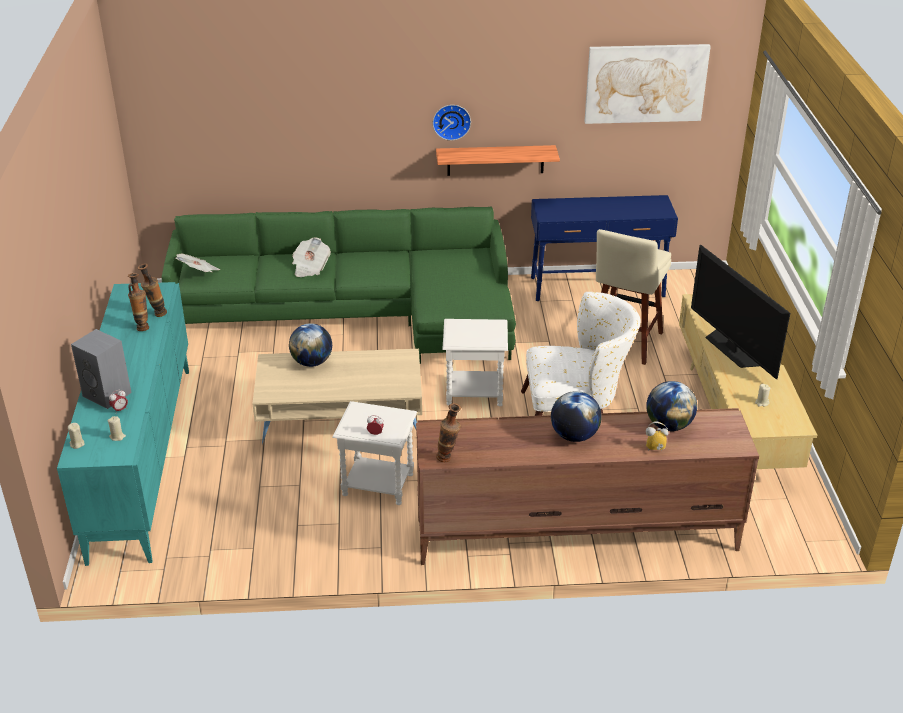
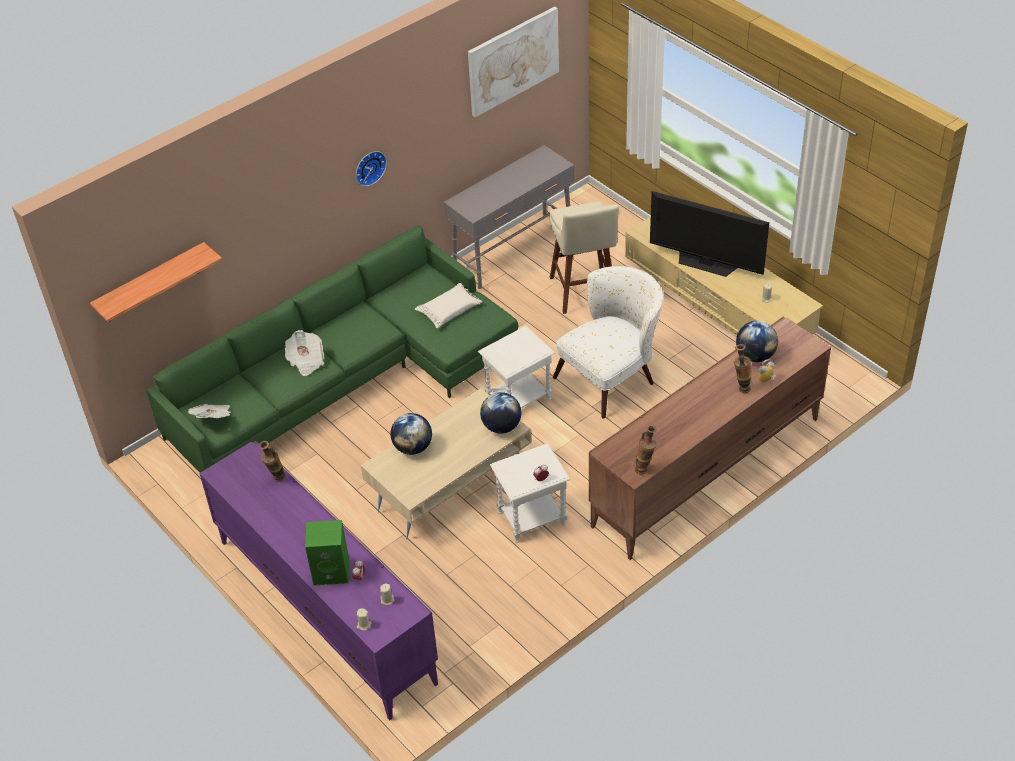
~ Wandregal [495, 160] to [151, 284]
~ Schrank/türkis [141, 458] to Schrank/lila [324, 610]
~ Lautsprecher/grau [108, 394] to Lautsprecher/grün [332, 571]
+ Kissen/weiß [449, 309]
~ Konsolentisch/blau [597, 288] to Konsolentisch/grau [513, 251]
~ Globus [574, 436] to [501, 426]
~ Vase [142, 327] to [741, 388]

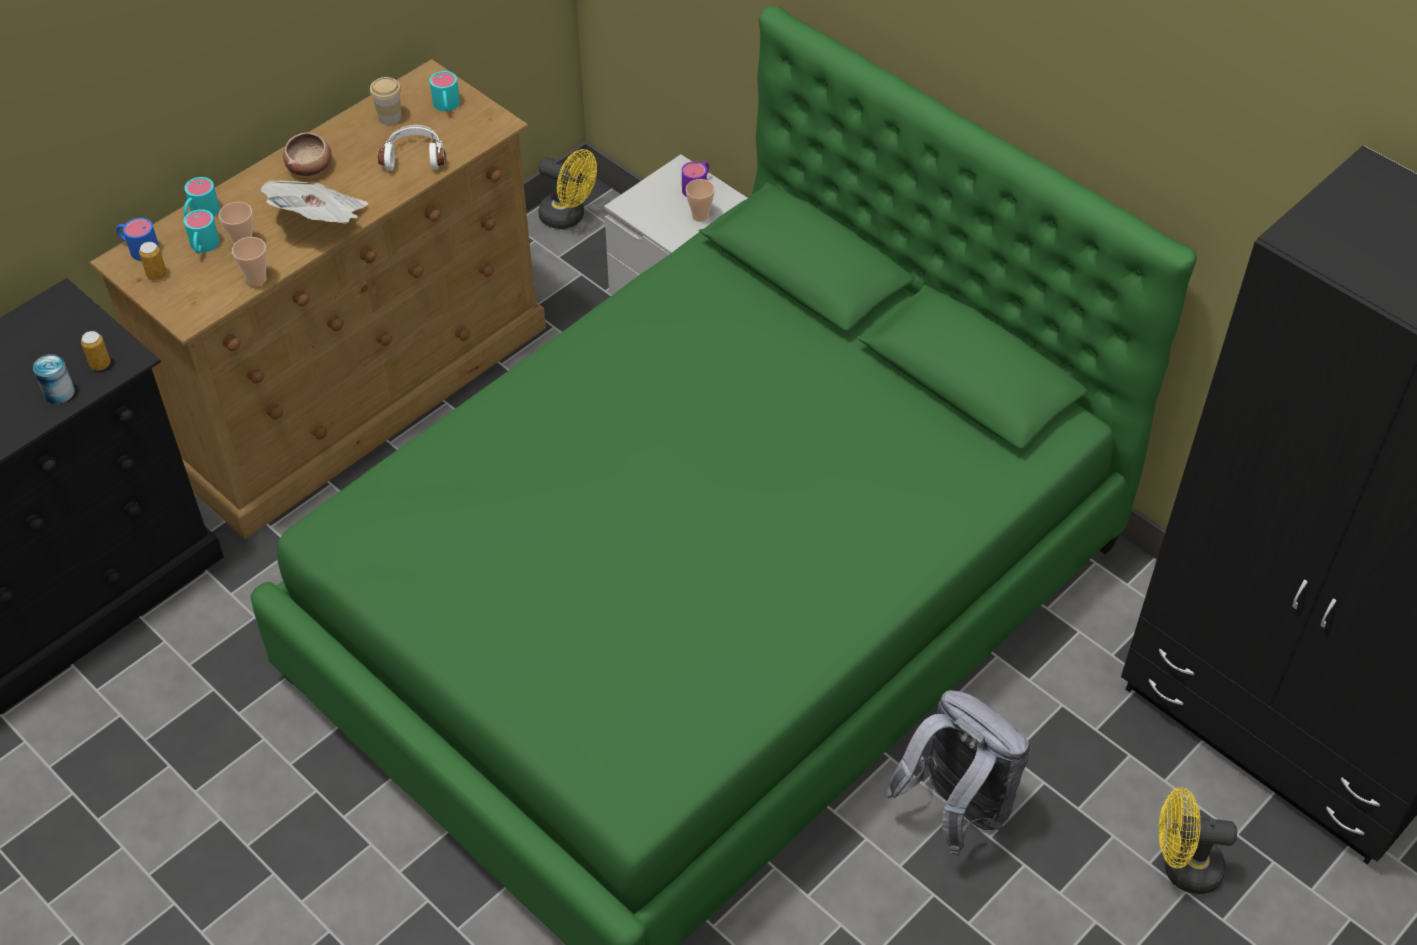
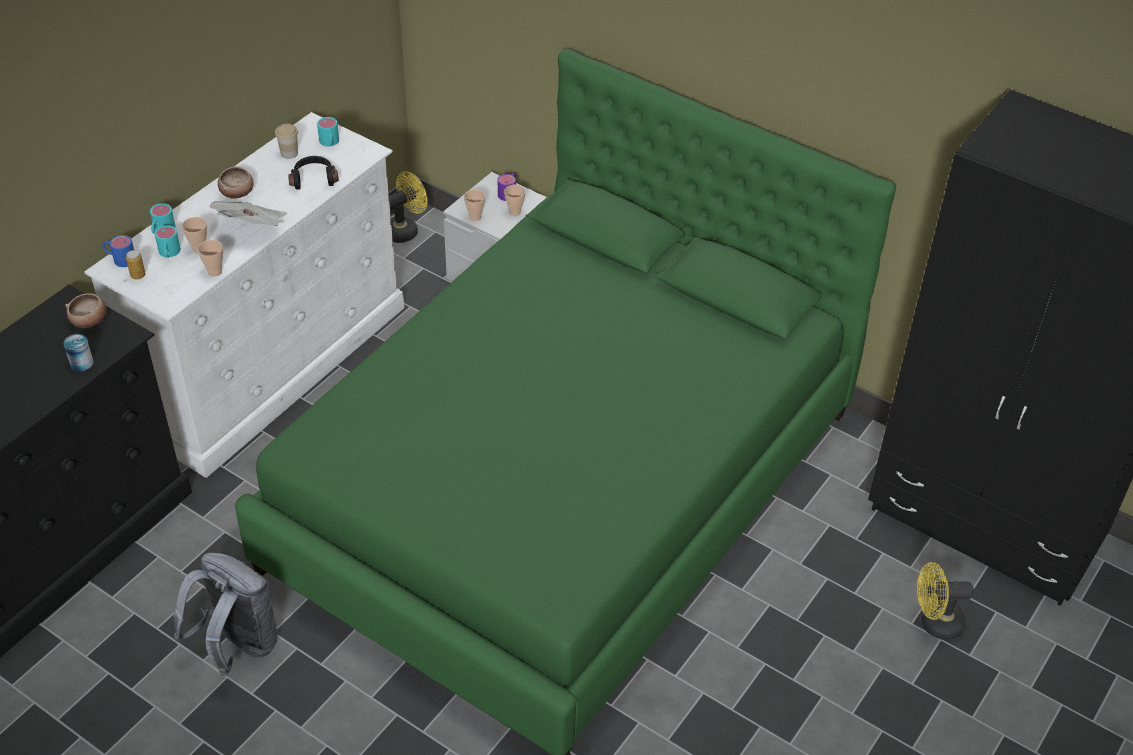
+ Schüssel [90, 320]
~ Kommode/braun [362, 393] to Kommode/weiß [275, 366]
~ Rucksack/grau [955, 809] to [237, 646]
~ Kopfhörer/weiß [414, 156] to Kopfhörer/schwarz [313, 178]
~ Ventilator/gelb [568, 217] = [405, 230] 60 degrees counterclockwise
+ Tasse [475, 217]
- Dose [100, 364]

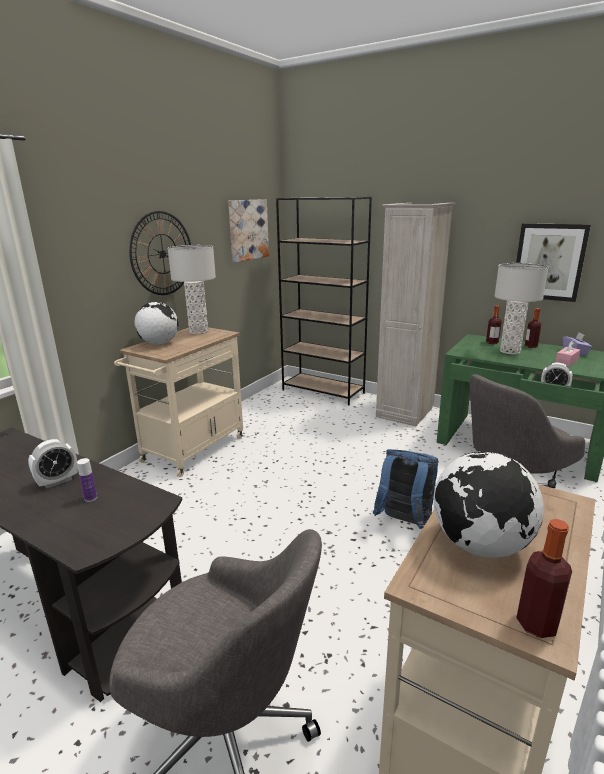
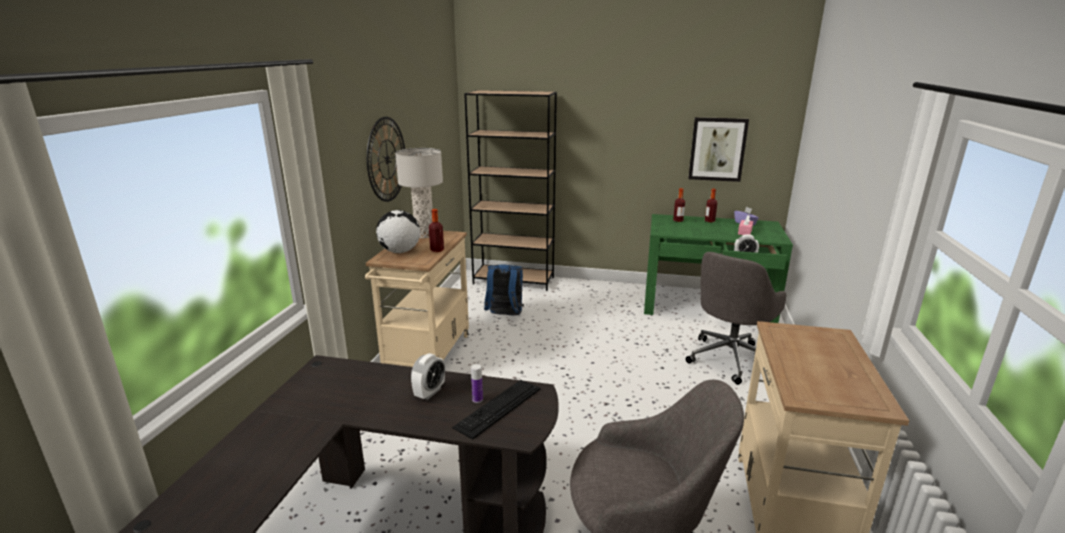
~ Flasche [536, 624] to [437, 250]
+ Tastatur [498, 407]
~ Rucksack/blau [404, 522] to [504, 316]
- Bild [248, 230]
- Schrank/beige [405, 412]
- Globus [480, 545]
- Tischlampe/weiß [509, 351]

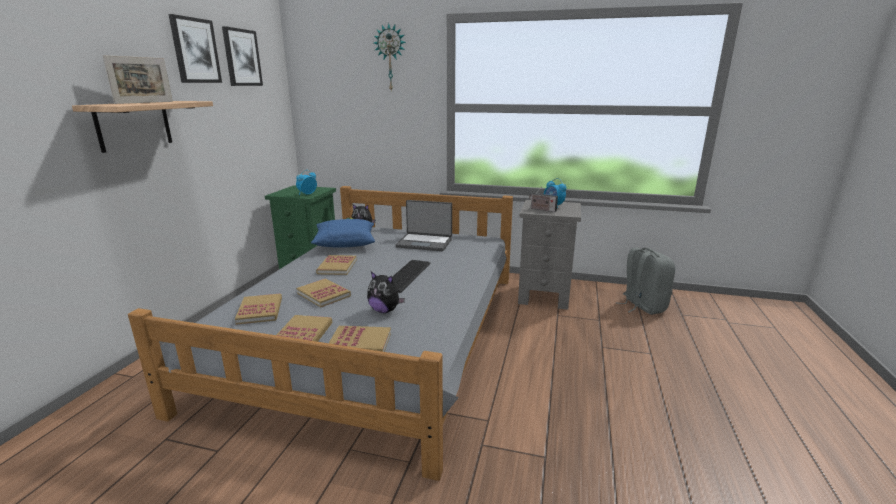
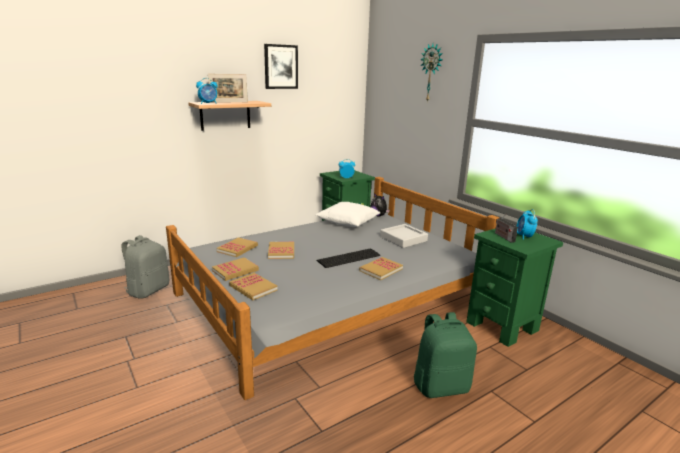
~ Rucksack/grau [642, 306] to [148, 290]
+ Wecker [208, 103]
~ Kissen/blau [345, 244] to Kissen/weiß [348, 222]
~ Buch [337, 266] to [381, 270]
~ Laptop [424, 243] to Tablett/grau [403, 239]
+ Rucksack/grün [441, 386]
~ Nachttisch/grau [545, 296] to Nachttisch/grün [502, 327]
- Bild [242, 57]
- Plüschtier [385, 310]

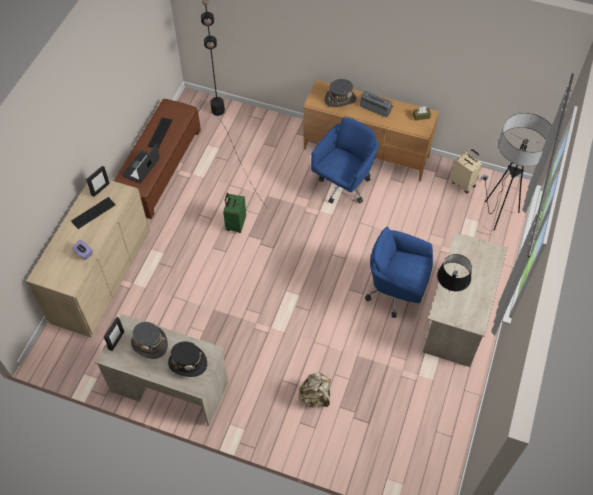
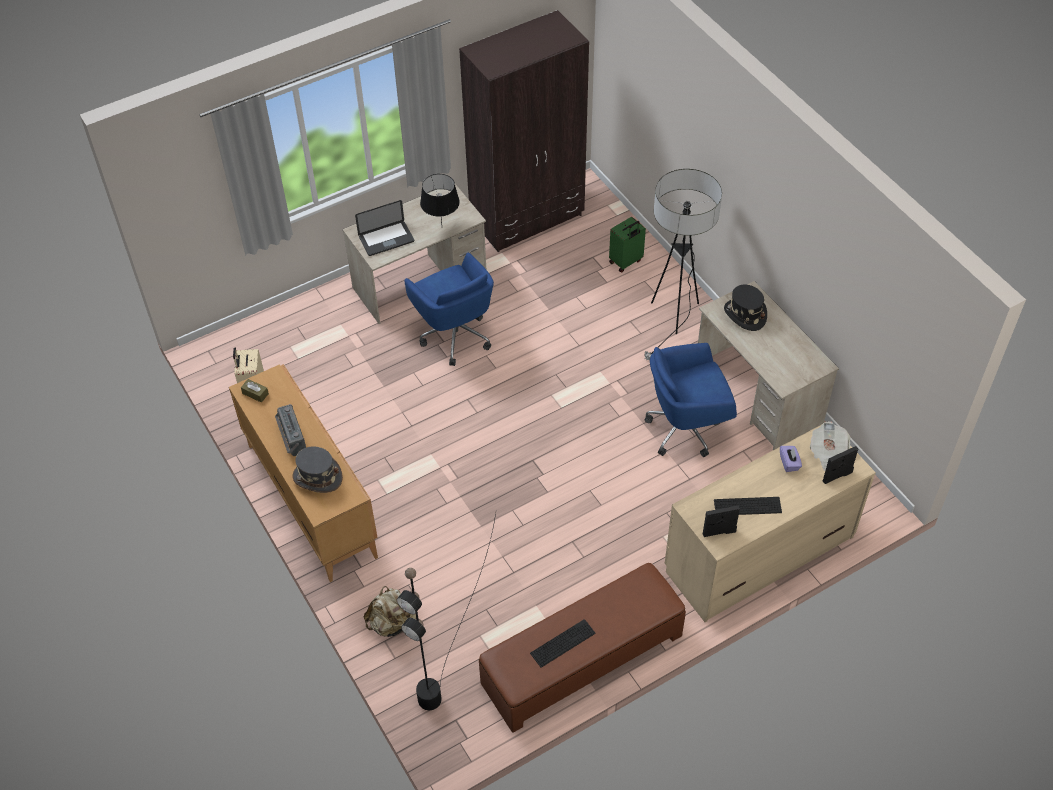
~ Laptop [141, 167] to [386, 239]
~ Rucksack/beige [315, 396] to [392, 624]
+ Kleiderschrank/braun [528, 219]
~ Koffer/grün [235, 224] to [626, 262]
~ Stehlampe [497, 214] to [674, 318]
~ Bürostuhl/blau [343, 188] to [686, 429]
+ Zeitung [828, 454]
~ Bilderrahmen [116, 340] to [837, 477]
- Hut/grau [150, 343]

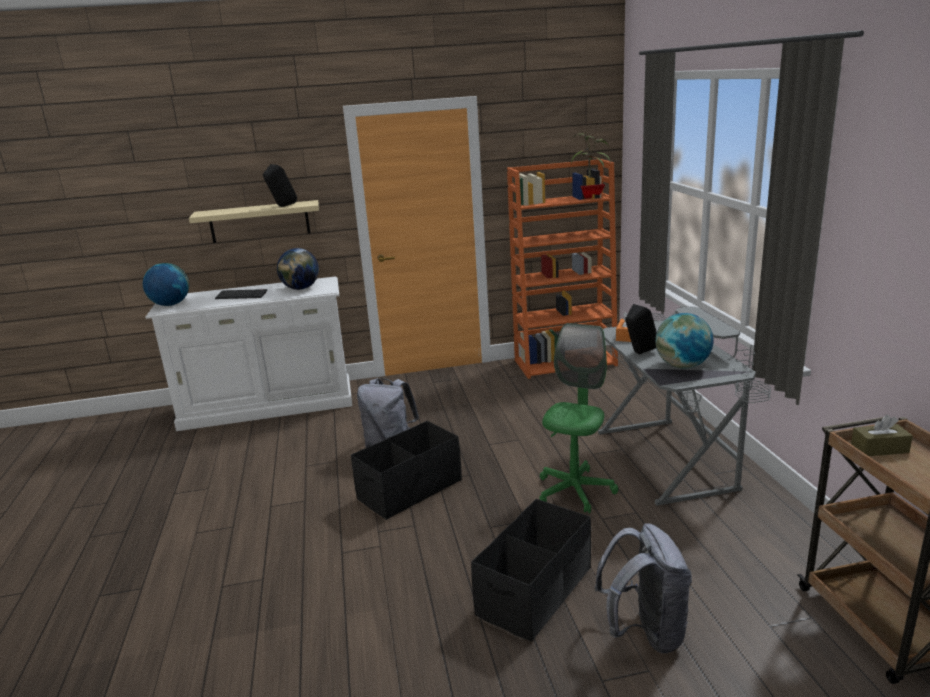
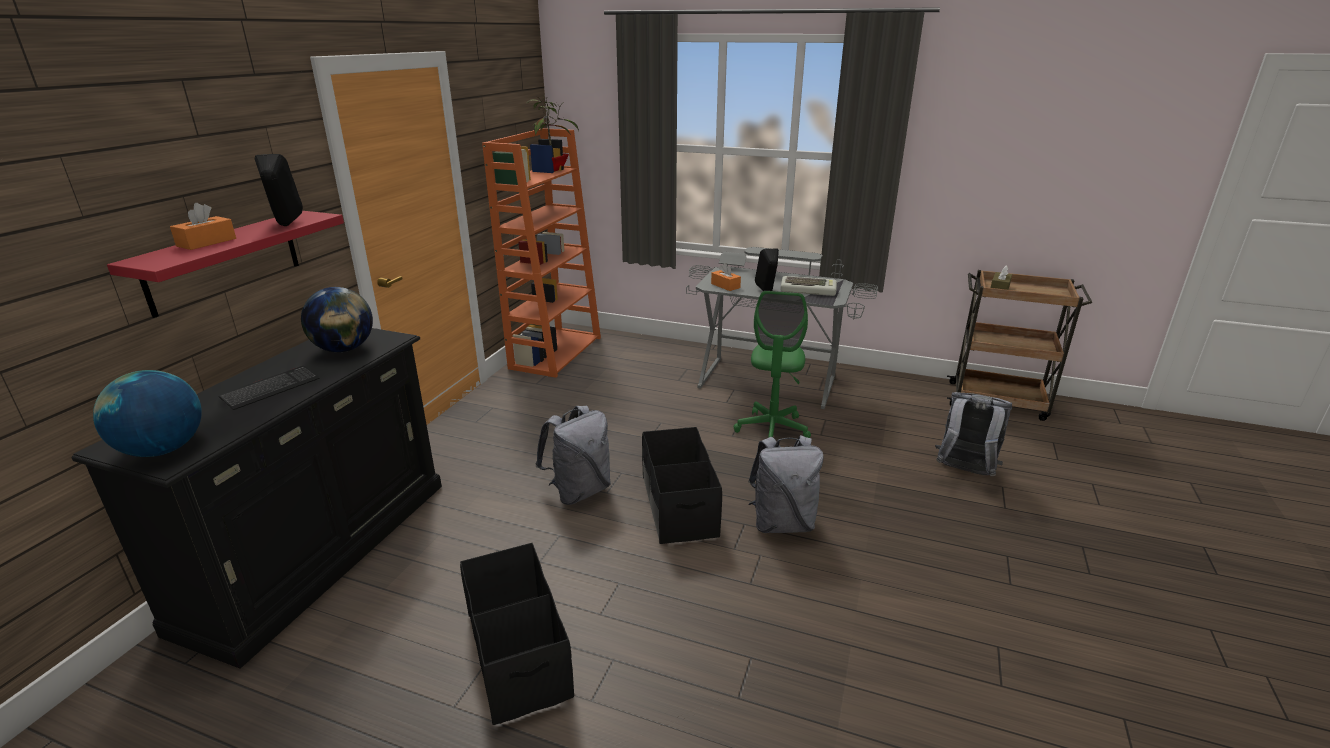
~ Schrank/weiß [268, 405] to Schrank/schwarz [320, 550]
~ Wandregal/beige [259, 222] to Wandregal/rot [224, 261]
+ Taschentuchbox/orange [206, 242]
~ Aufbewahrungsbox/schwarz [535, 591] to [519, 654]
~ Bürostuhl/grün [575, 491] = [772, 430] 135 degrees counterclockwise
+ Rucksack/grau [782, 523]
~ Globus [682, 366] to Tastatur [808, 290]

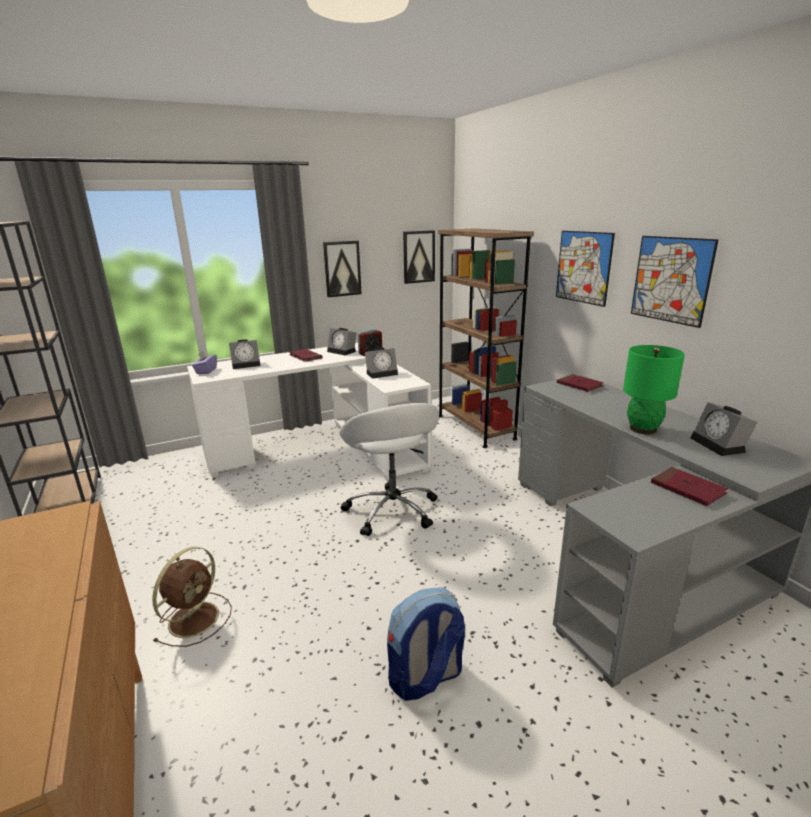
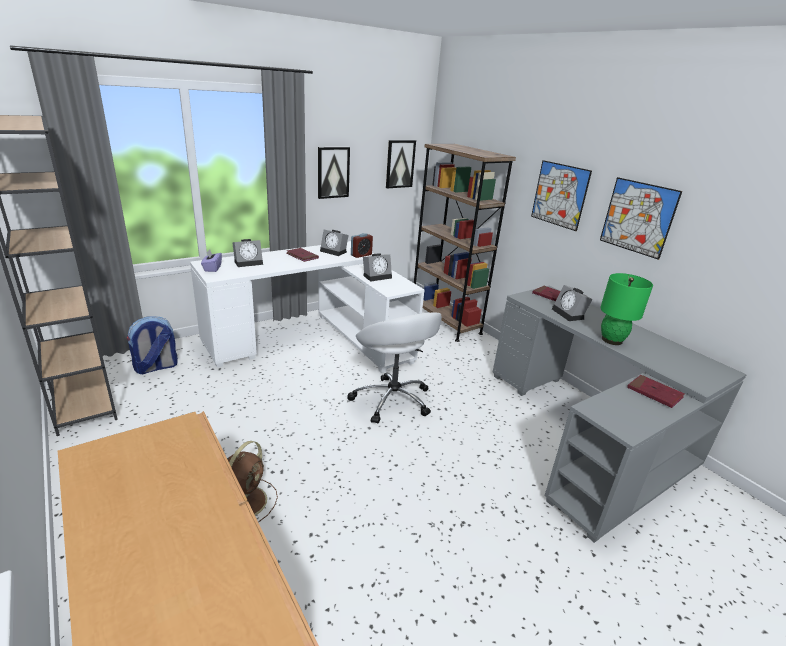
~ Rucksack [425, 678] to [156, 367]
~ Wecker [720, 445] to [569, 314]

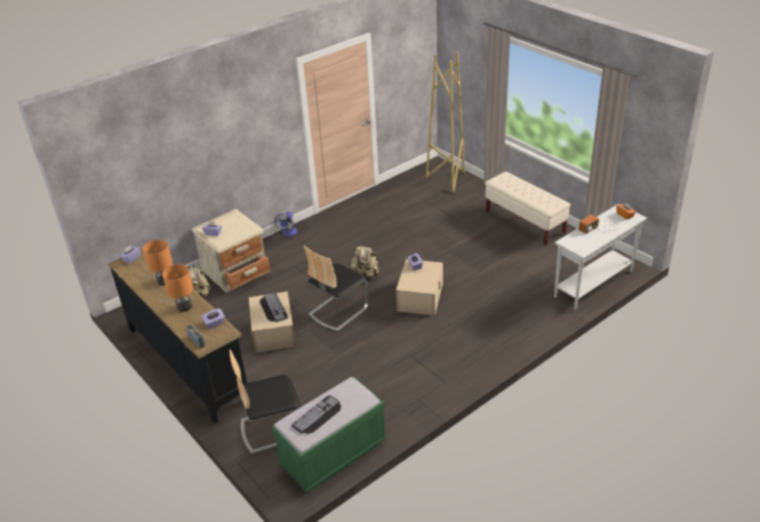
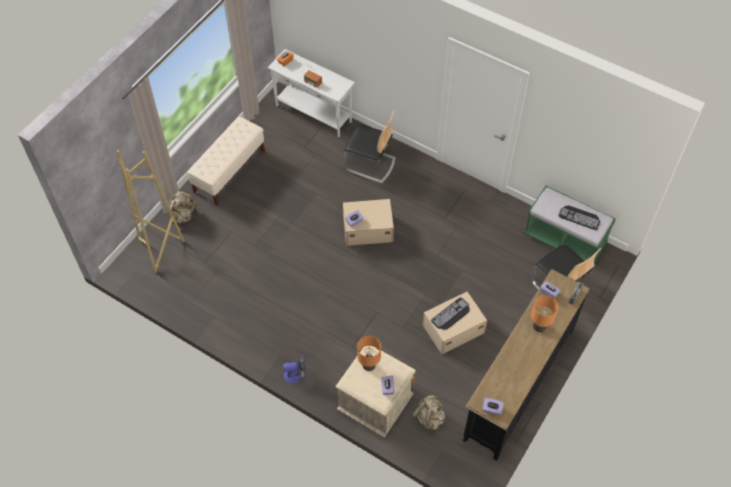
~ Rucksack/beige [366, 276] to [184, 216]
~ Stuhl [338, 311] to [370, 164]
~ Tischlampe/orange [164, 281] to [369, 365]

